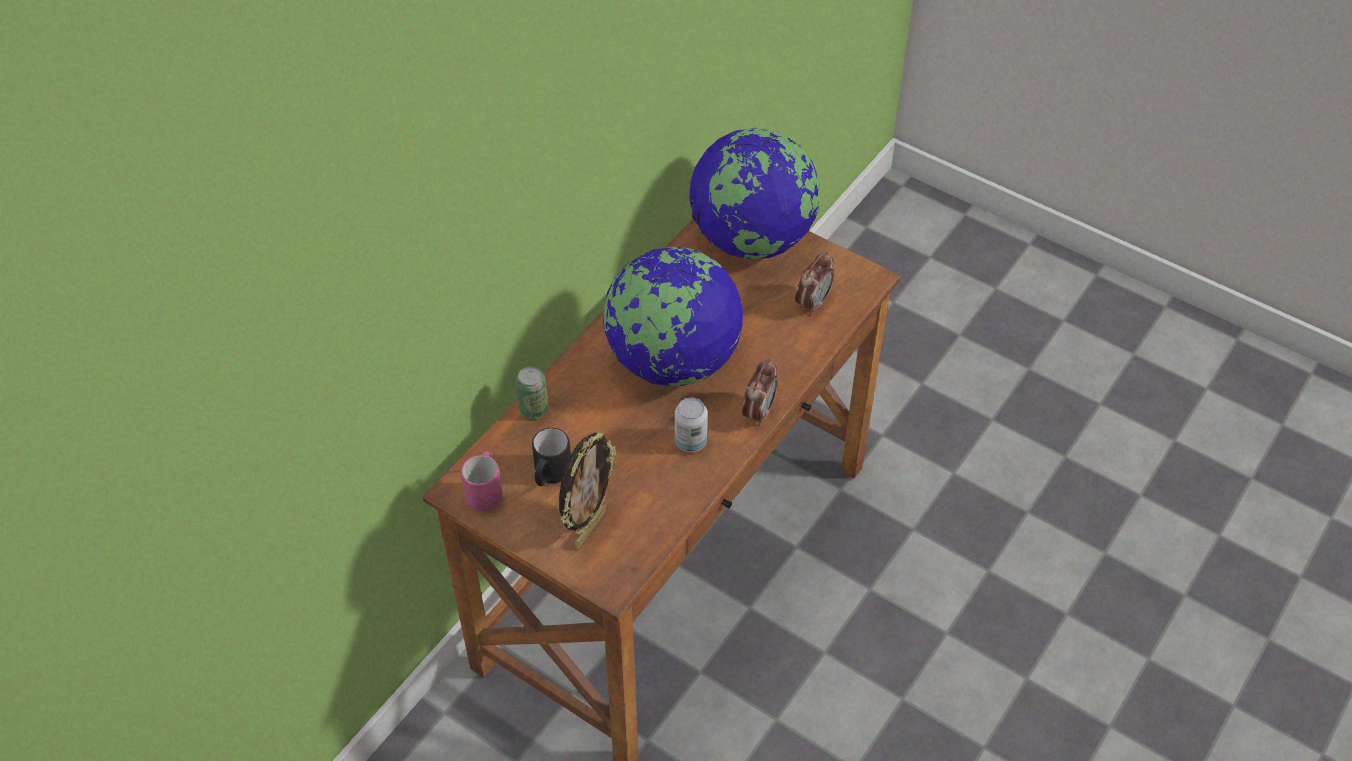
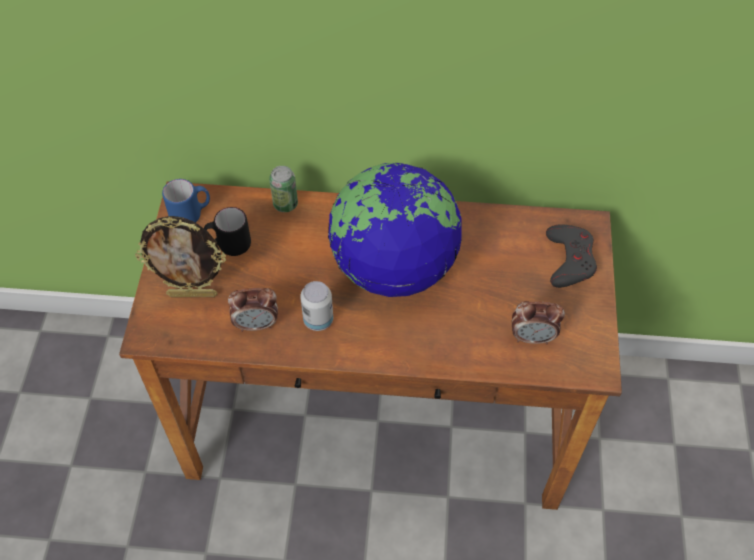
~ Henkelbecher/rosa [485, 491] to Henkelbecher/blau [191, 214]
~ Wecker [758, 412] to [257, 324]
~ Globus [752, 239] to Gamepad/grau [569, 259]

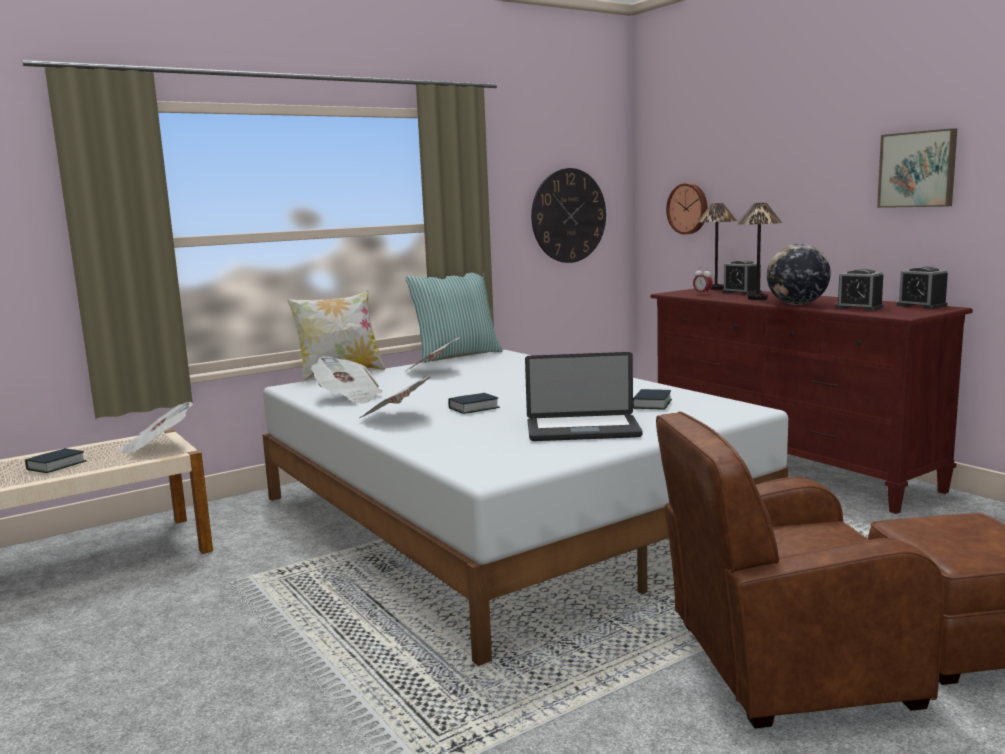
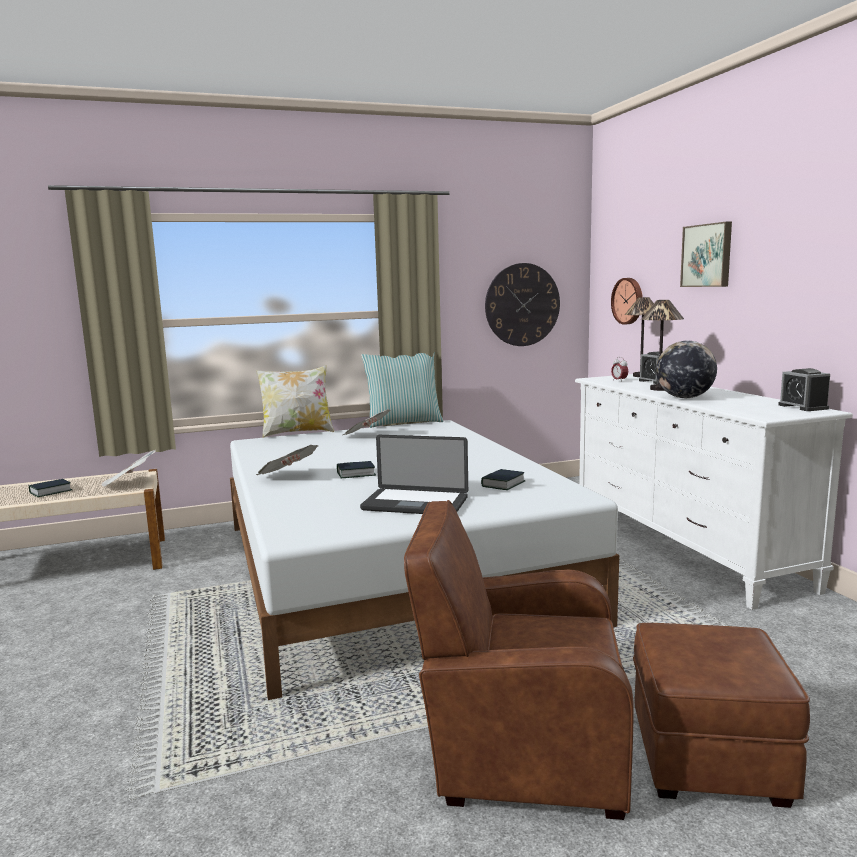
~ Kommode/rot [788, 465] to Kommode/weiß [682, 547]
~ Bild [918, 169] to [707, 255]
- Zeitung [348, 398]
- Wecker [859, 307]

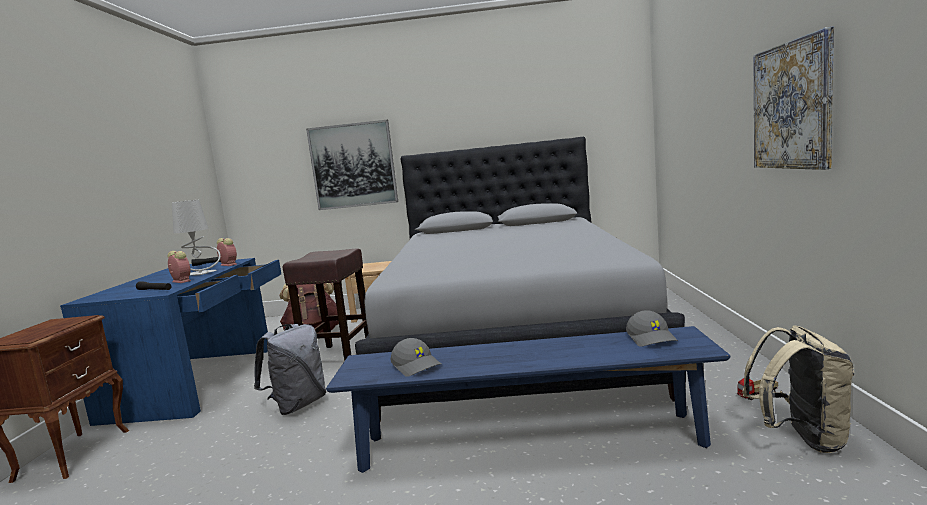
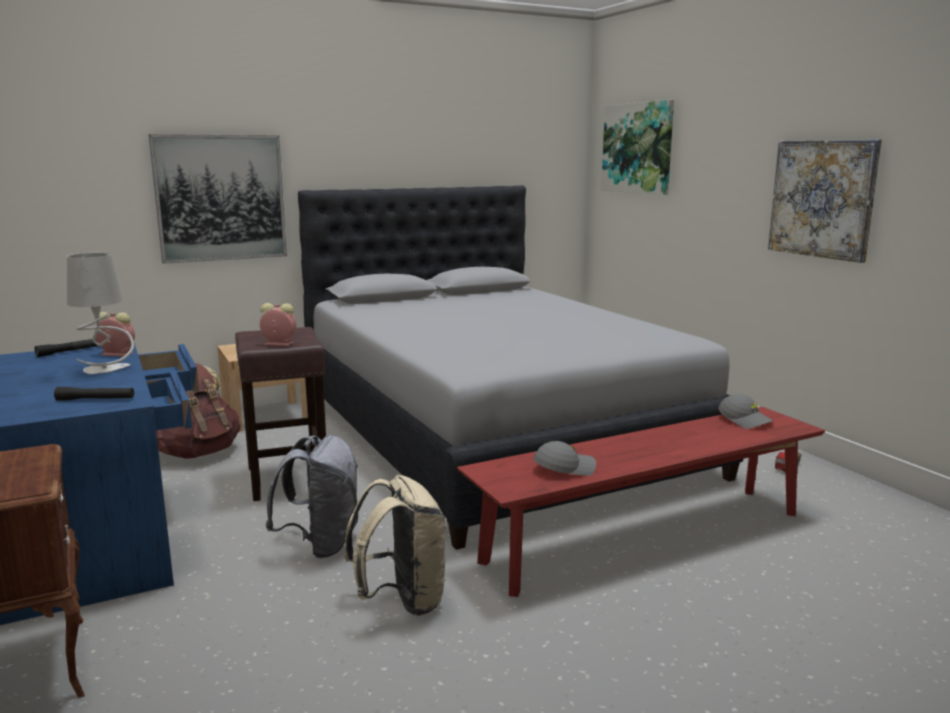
~ Wecker [180, 281] to [278, 344]
~ Rucksack/beige [800, 438] to [402, 601]
~ Bank/blau [528, 441] to Bank/rot [646, 537]
~ Kappe/grau [417, 365] = [564, 468] 45 degrees counterclockwise
+ Bild [637, 148]

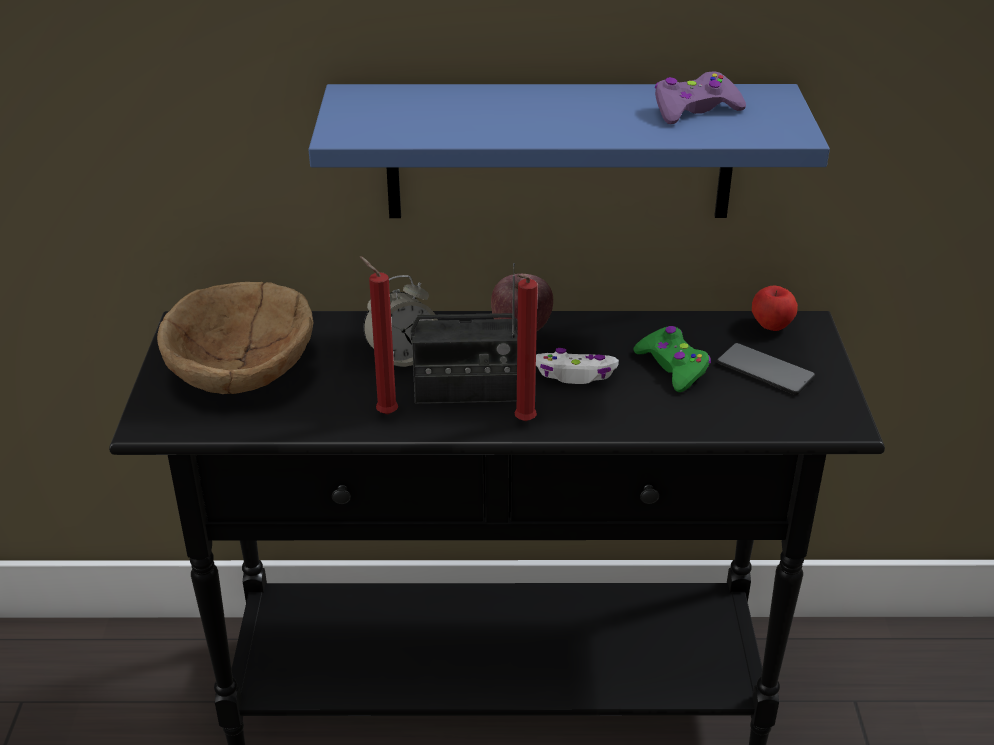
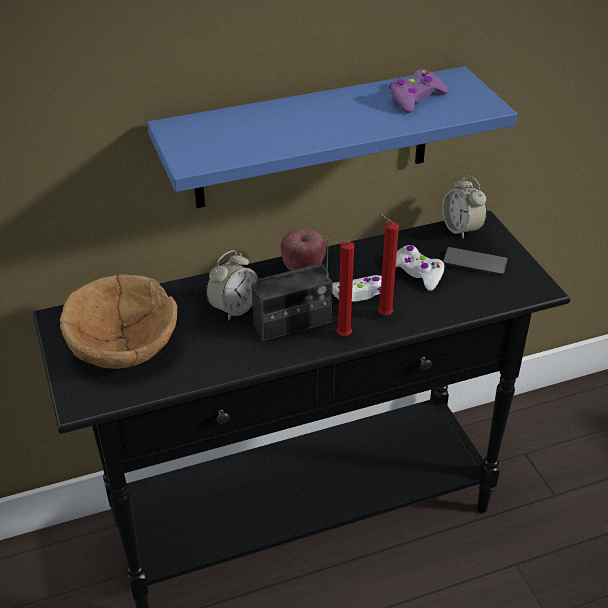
~ Kerze/rot [384, 413] to [382, 315]
~ Gamepad/grün [673, 366] to Gamepad/weiß [416, 273]
~ Apfel [771, 325] to Wecker [461, 229]

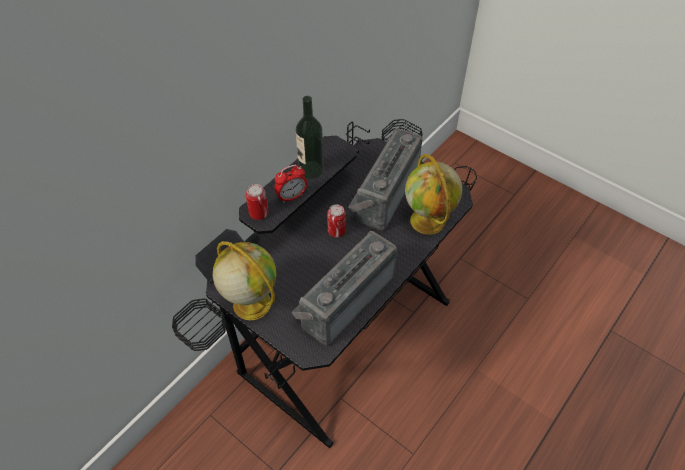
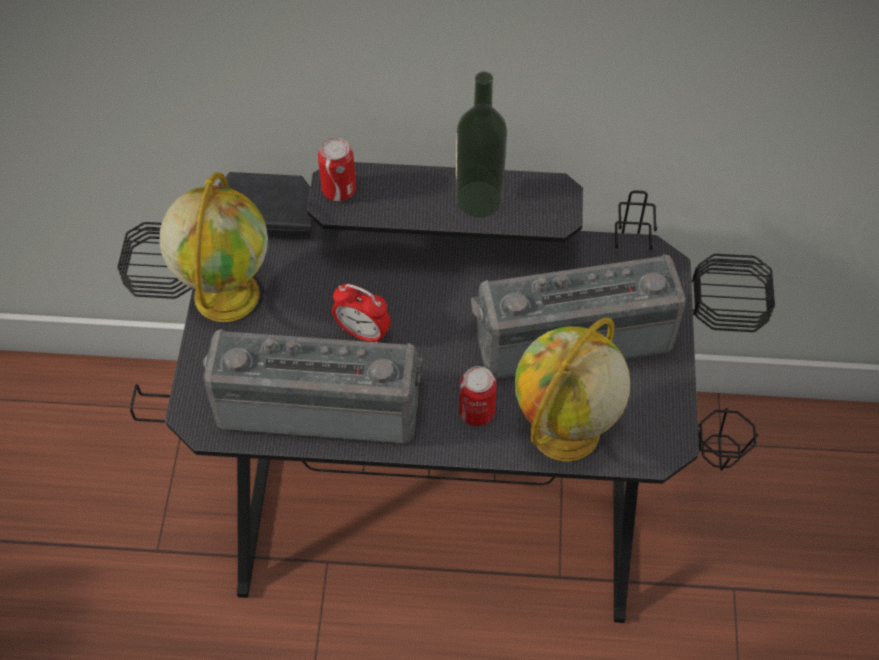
~ Wecker [291, 197] to [362, 332]
~ Dose [336, 231] to [476, 412]

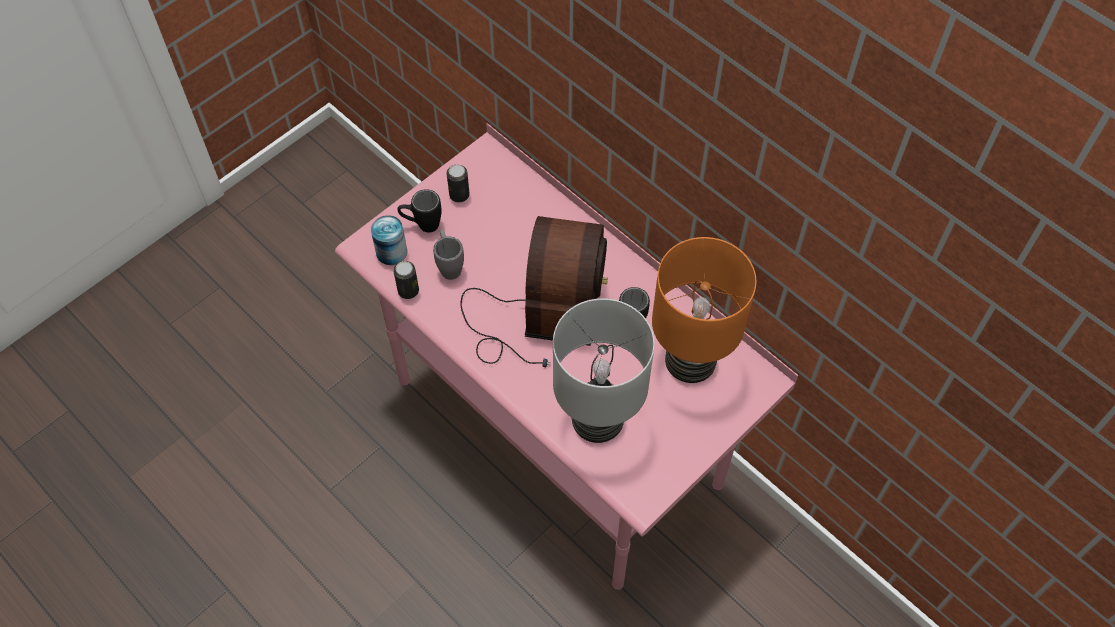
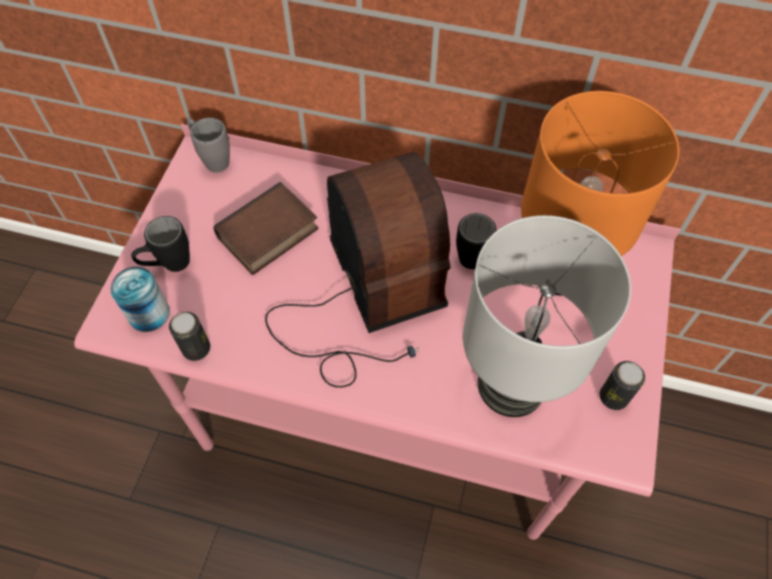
~ Henkelbecher/grau [449, 265] to [212, 159]
+ Buch [268, 235]
~ Dose [459, 195] to [613, 397]

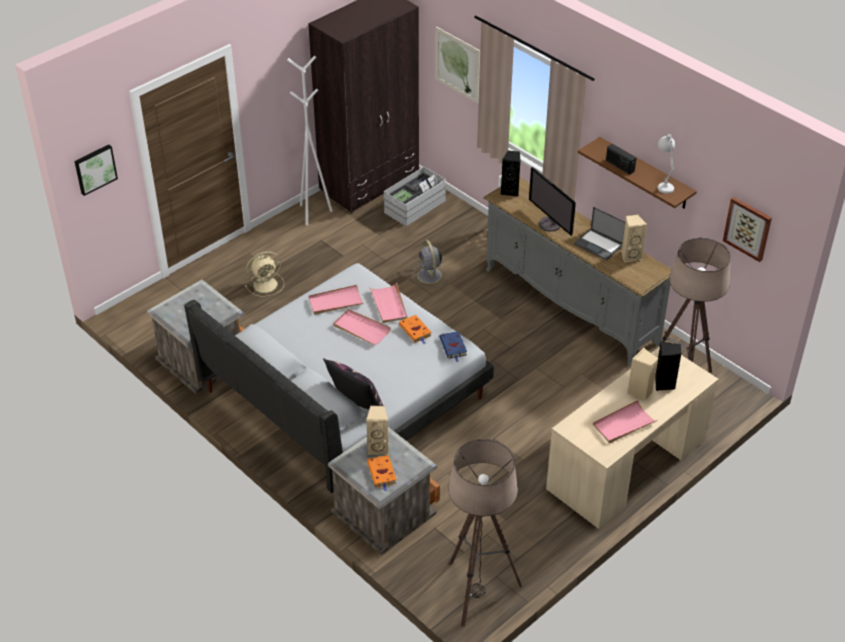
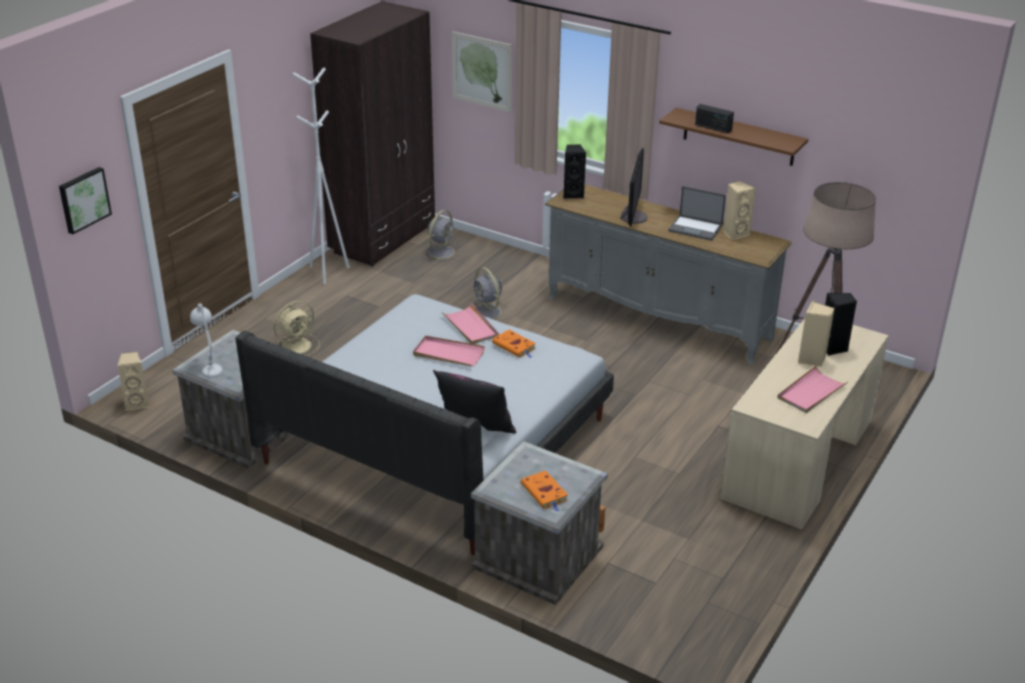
~ Lautsprecher/beige [378, 447] to [137, 403]
~ Tischlampe/weiß [663, 184] to [210, 367]
~ Aufbewahrungsbox/grau [414, 205] to Ventilator/grau [442, 251]
~ Monitor [551, 224] = [633, 217] 120 degrees counterclockwise
- Tablett/rosa [335, 302]
- Buch/blau [453, 347]
- Stehlampe [478, 591]
- Bild [748, 228]

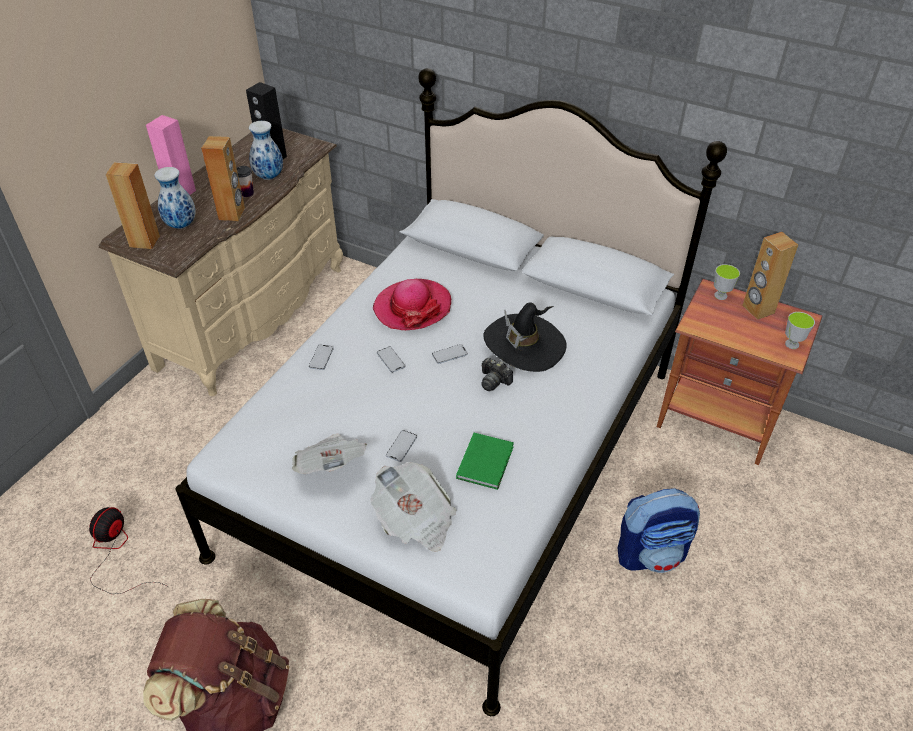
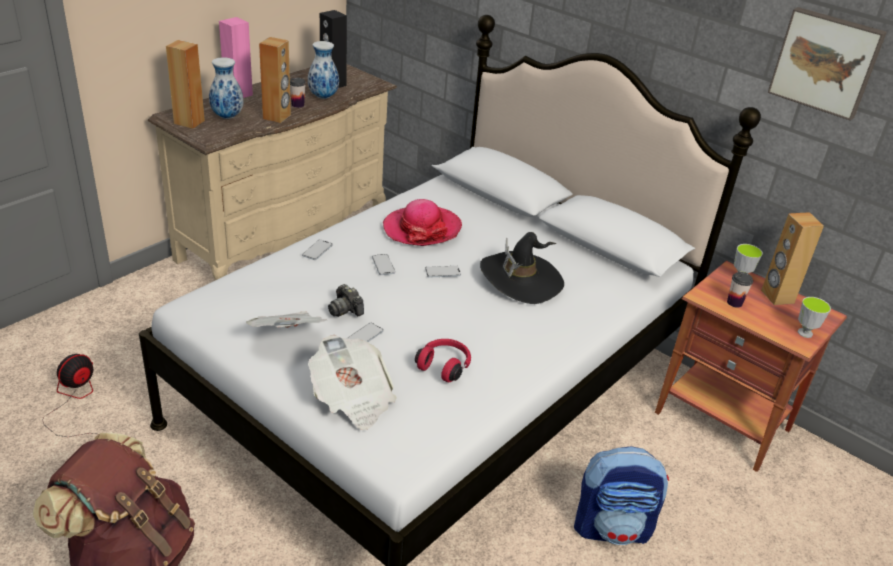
~ Kamera [494, 381] to [345, 309]
~ Buch/grün [486, 461] to Kopfhörer/rot [444, 366]
+ Tasse [734, 302]
+ Bild [826, 62]

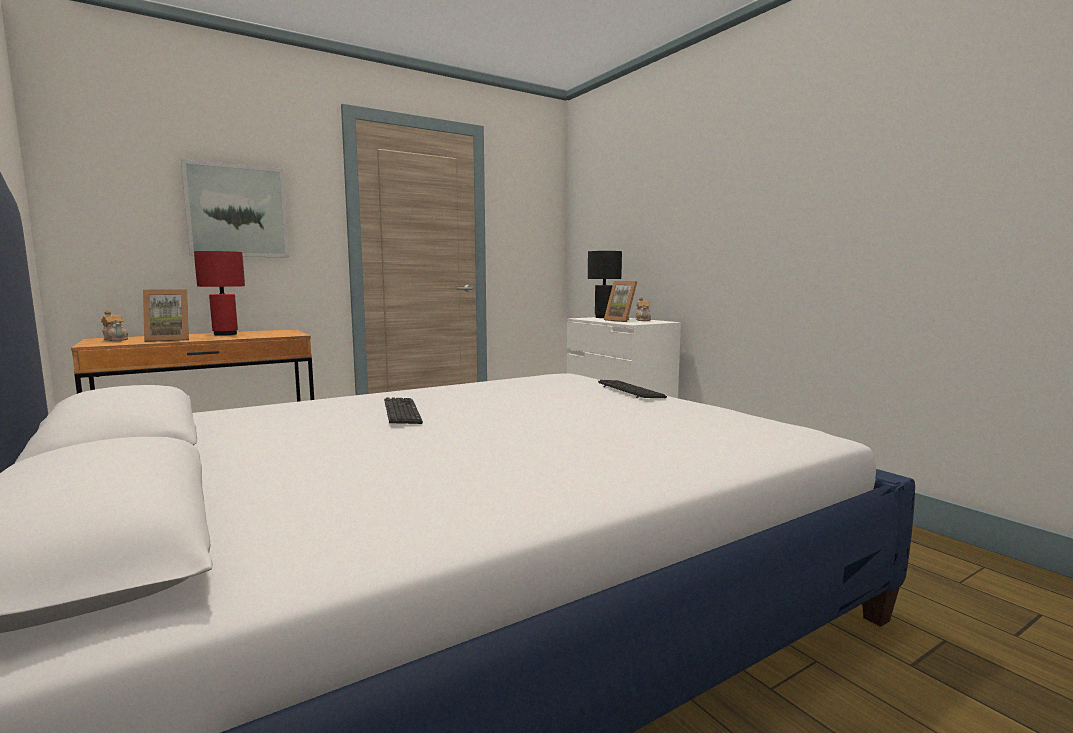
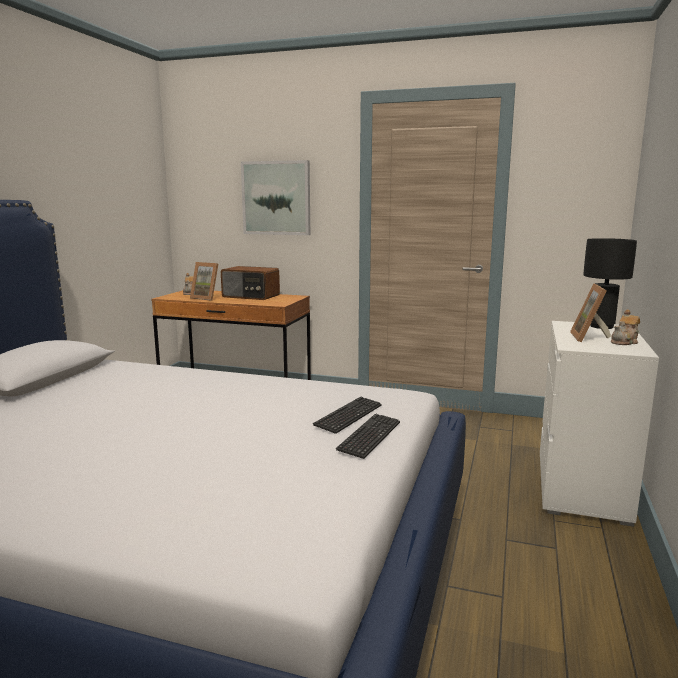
~ Tischlampe/rot [226, 334] to Radio [250, 296]
~ Tastatur [402, 413] to [348, 416]

